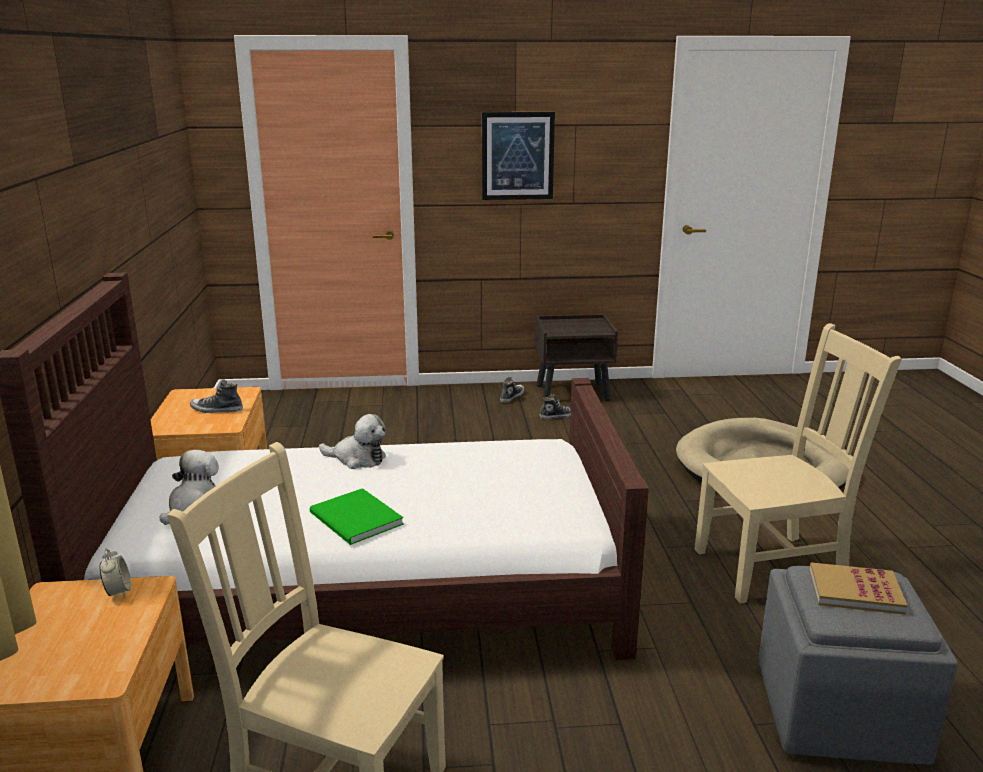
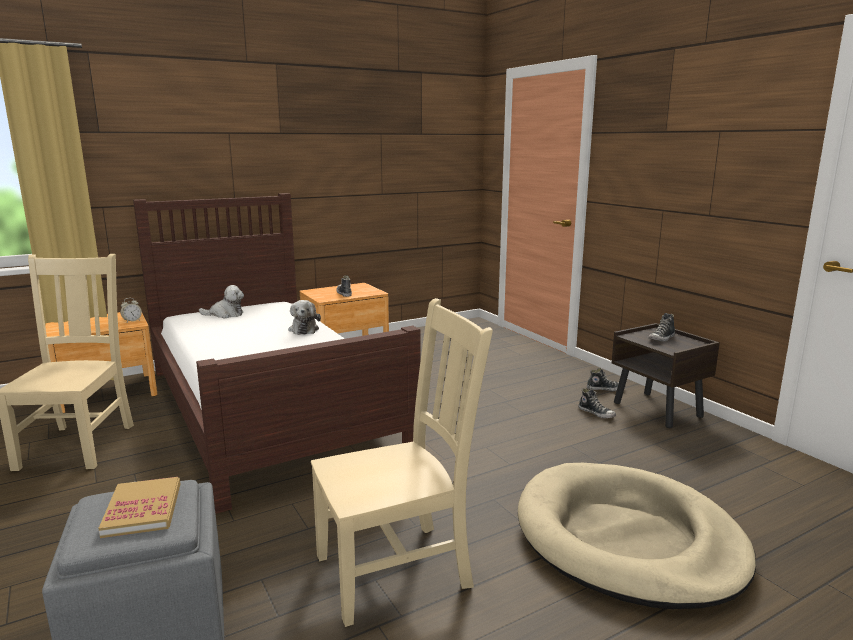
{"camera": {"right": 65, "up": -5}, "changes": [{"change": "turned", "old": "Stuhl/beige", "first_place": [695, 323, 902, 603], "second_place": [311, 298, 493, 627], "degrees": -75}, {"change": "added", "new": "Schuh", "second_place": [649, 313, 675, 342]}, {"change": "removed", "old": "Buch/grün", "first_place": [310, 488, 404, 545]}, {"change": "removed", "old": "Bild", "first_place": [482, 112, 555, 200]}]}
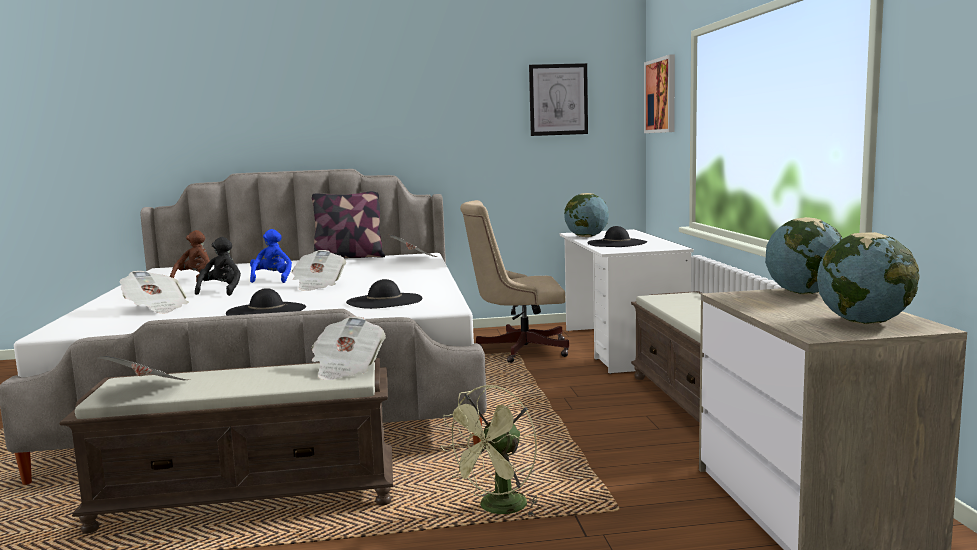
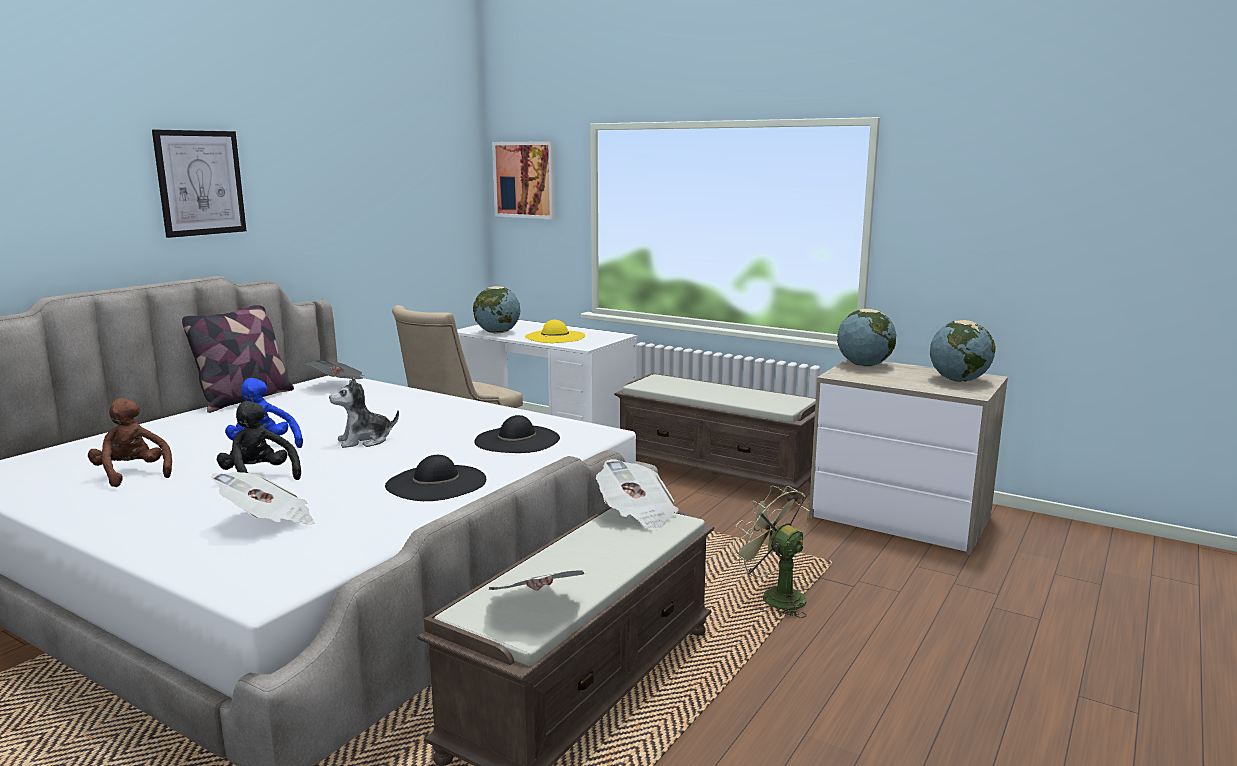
{"camera": {"right": -50, "up": 5}, "changes": [{"change": "moved", "old": "Bild", "first_place": [529, 63, 588, 136], "second_place": [152, 129, 246, 238]}, {"change": "replaced", "old": "Zeitung", "new": "Plüschtier", "first_place": [292, 250, 346, 291], "second_place": [329, 377, 399, 448]}, {"change": "recoloured", "old": "Hut/schwarz", "new": "Hut/gelb", "first_place": [587, 226, 647, 247], "second_place": [525, 320, 585, 343]}, {"change": "turned", "old": "Ventilator/grün", "first_place": [440, 385, 541, 517], "second_place": [731, 486, 810, 618], "degrees": 150}]}
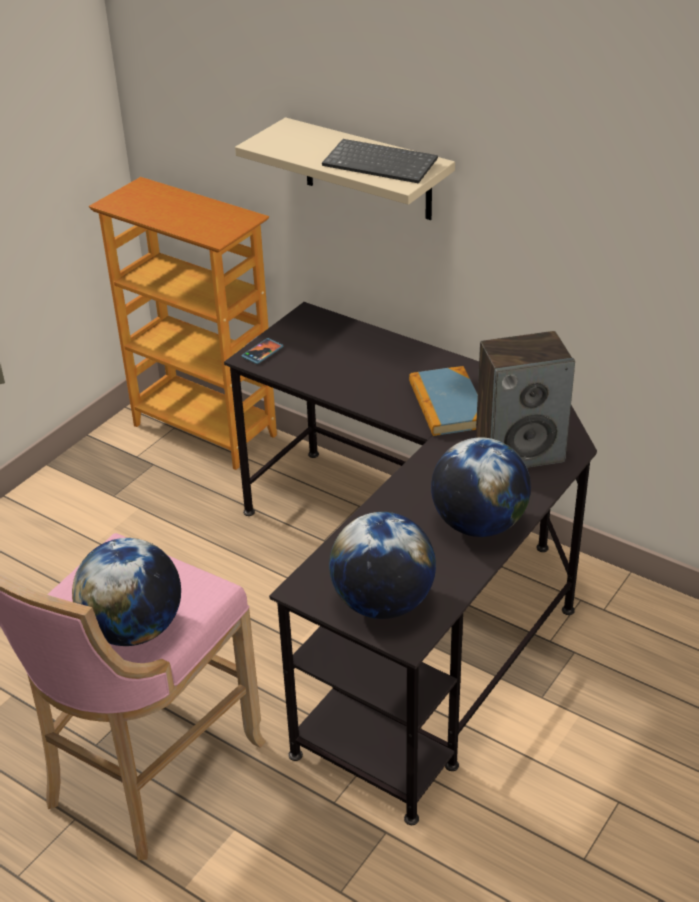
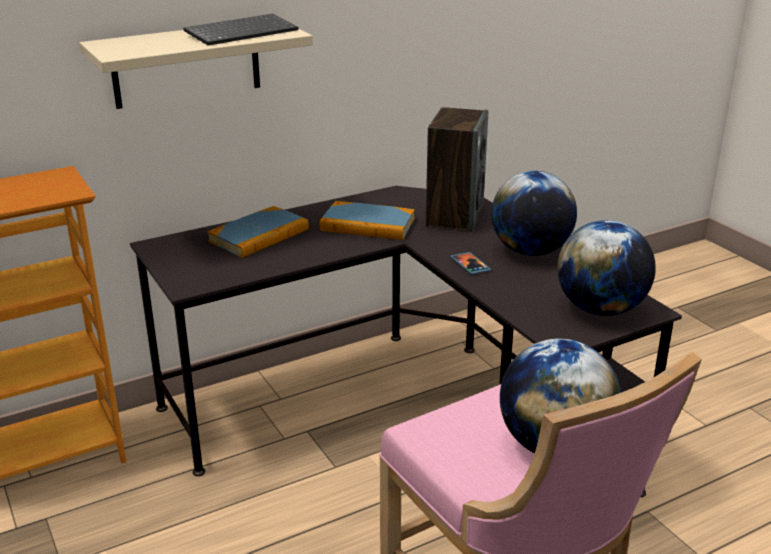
{"camera": {"right": -65, "up": -10}, "changes": [{"change": "added", "new": "Buch", "second_place": [207, 206, 309, 258]}, {"change": "moved", "old": "Handy", "first_place": [241, 338, 283, 364], "second_place": [451, 252, 491, 274]}]}
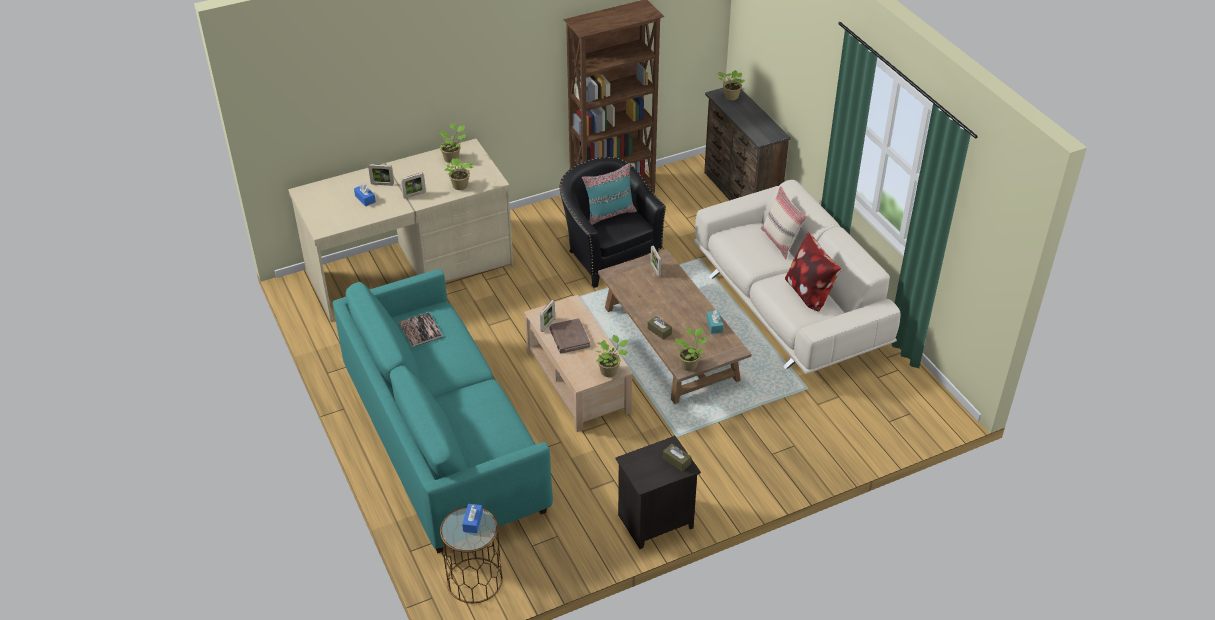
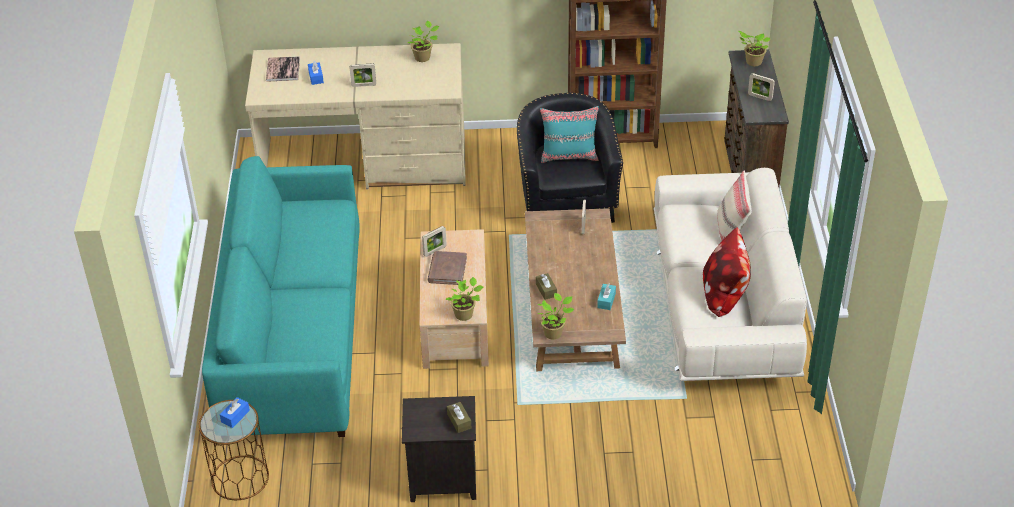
{"camera": {"right": 25, "up": 0}, "changes": [{"change": "moved", "old": "Buch", "first_place": [399, 312, 443, 347], "second_place": [266, 56, 300, 82]}, {"change": "moved", "old": "Bilderrahmen", "first_place": [368, 164, 394, 186], "second_place": [748, 73, 775, 101]}, {"change": "removed", "old": "Topfpflanze", "first_place": [444, 158, 474, 190]}]}
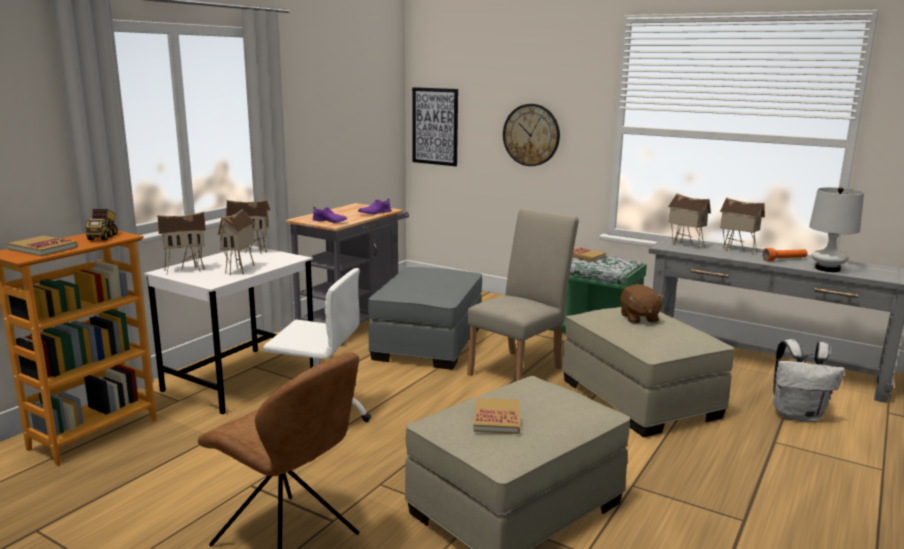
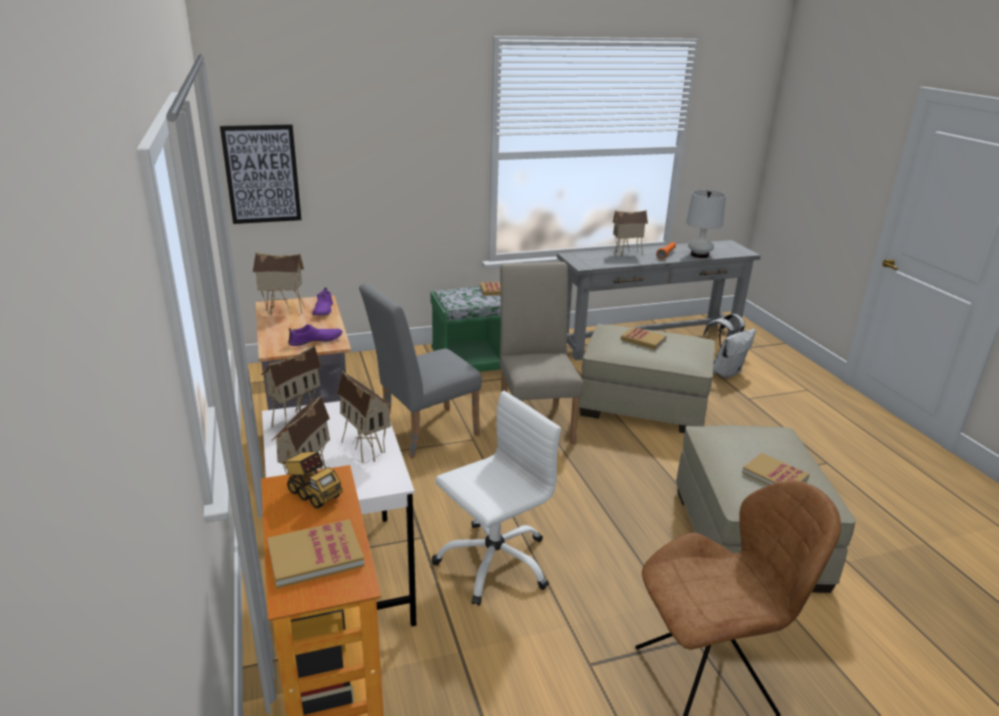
{"camera": {"right": -50, "up": 10}, "changes": [{"change": "moved", "old": "Spielzeughaus", "first_place": [668, 193, 711, 250], "second_place": [253, 252, 305, 315]}, {"change": "replaced", "old": "Polsterhocker/grau", "new": "Stuhl/grau", "first_place": [368, 267, 482, 370], "second_place": [359, 283, 482, 459]}, {"change": "replaced", "old": "Plüschtier/braun", "new": "Buch", "first_place": [620, 284, 665, 323], "second_place": [621, 327, 667, 350]}, {"change": "removed", "old": "Wanduhr", "first_place": [503, 104, 560, 166]}]}
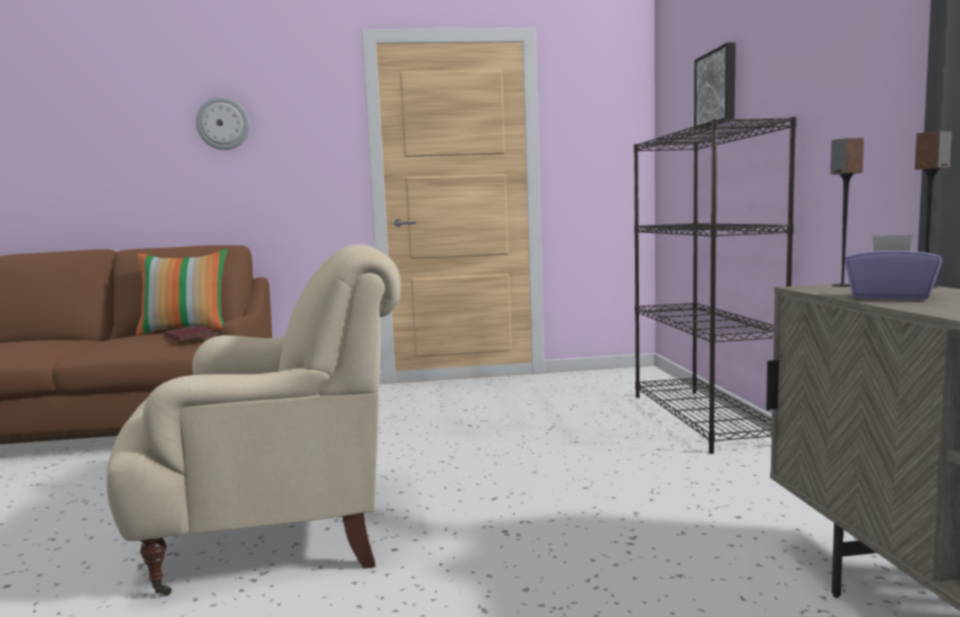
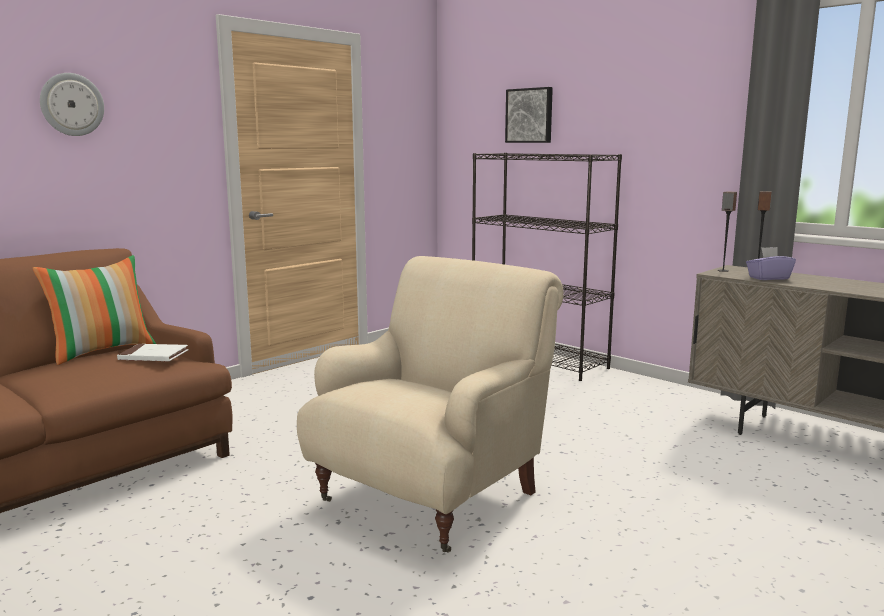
{"camera": {"right": -40, "up": 5}, "changes": [{"change": "recoloured", "old": "Buch/rot", "new": "Buch/weiß", "first_place": [164, 326, 215, 341], "second_place": [117, 344, 189, 362]}]}
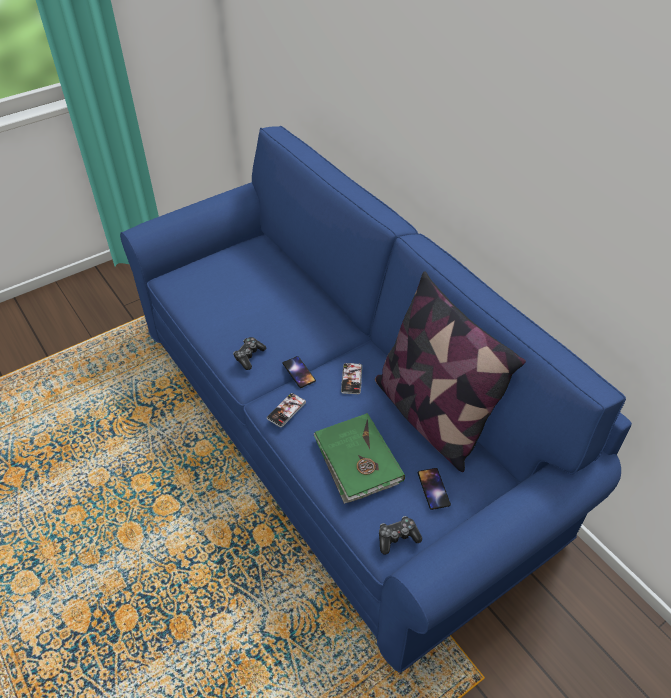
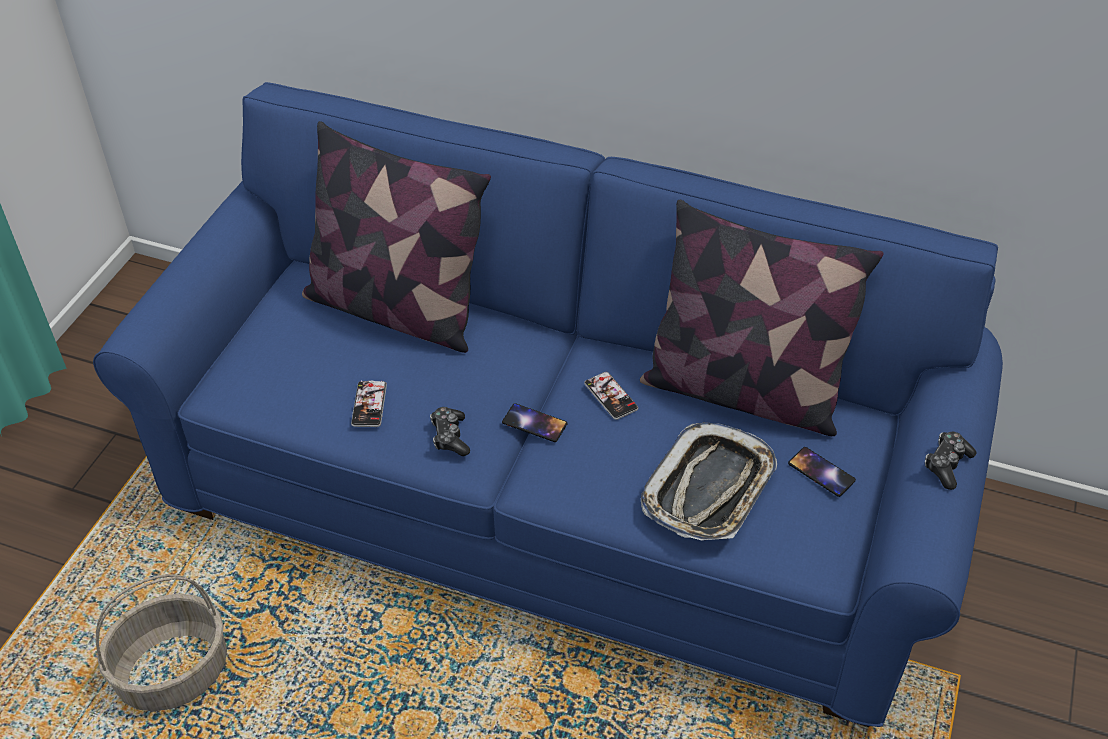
{"camera": {"right": -35, "up": 0}, "changes": [{"change": "added", "new": "Korb", "second_place": [96, 574, 227, 711]}, {"change": "added", "new": "Kissen", "second_place": [302, 121, 491, 353]}, {"change": "moved", "old": "Handy", "first_place": [267, 393, 306, 427], "second_place": [351, 381, 387, 427]}, {"change": "replaced", "old": "Buch/grün", "new": "Tablett", "first_place": [314, 413, 405, 504], "second_place": [641, 422, 777, 540]}, {"change": "moved", "old": "Gamepad", "first_place": [379, 516, 422, 555], "second_place": [925, 432, 977, 490]}]}
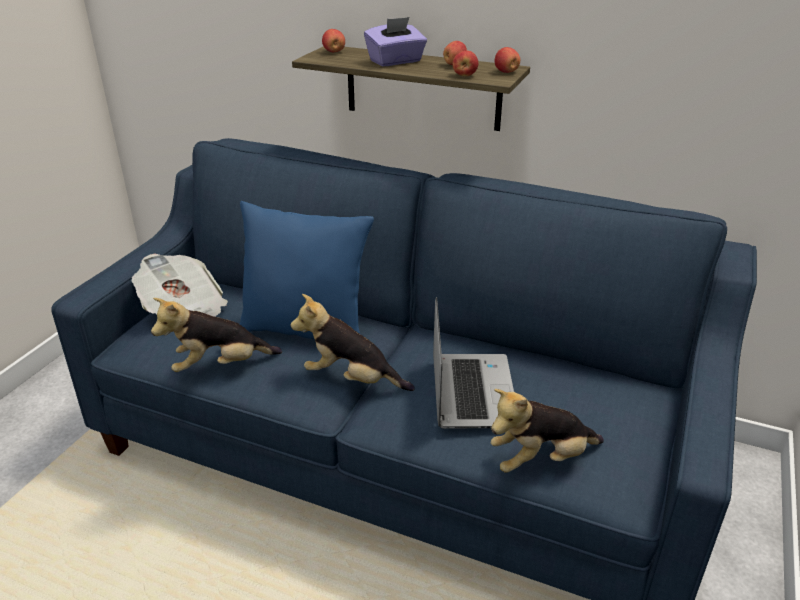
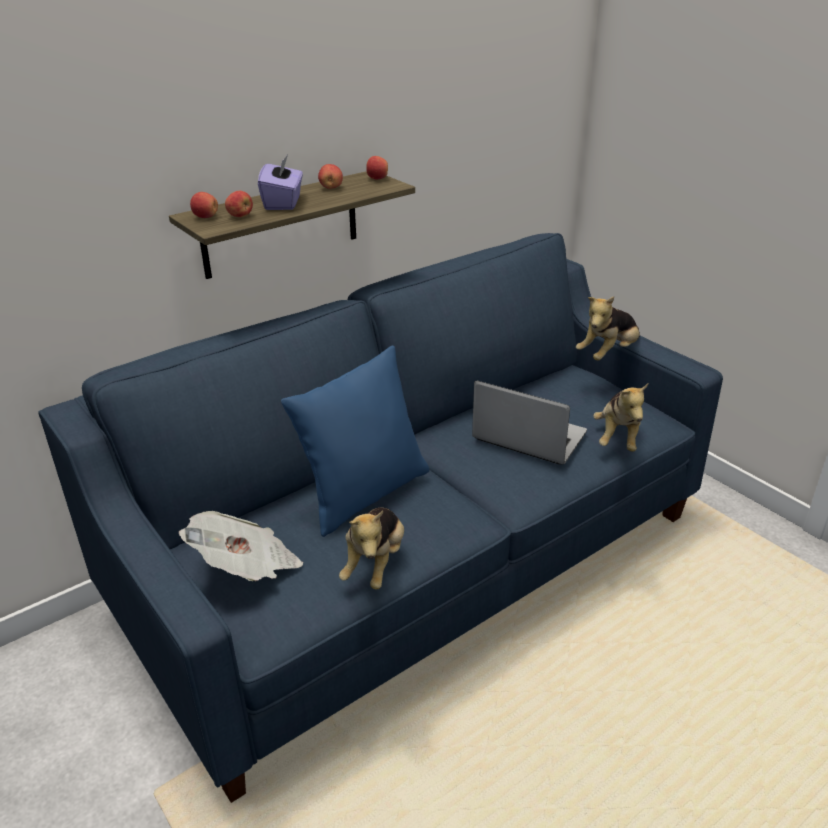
{"camera": {"right": -60, "up": 0}, "changes": [{"change": "moved", "old": "Apfel", "first_place": [453, 51, 478, 76], "second_place": [225, 191, 253, 217]}, {"change": "moved", "old": "Plüschtier", "first_place": [291, 294, 415, 391], "second_place": [576, 296, 640, 360]}]}
